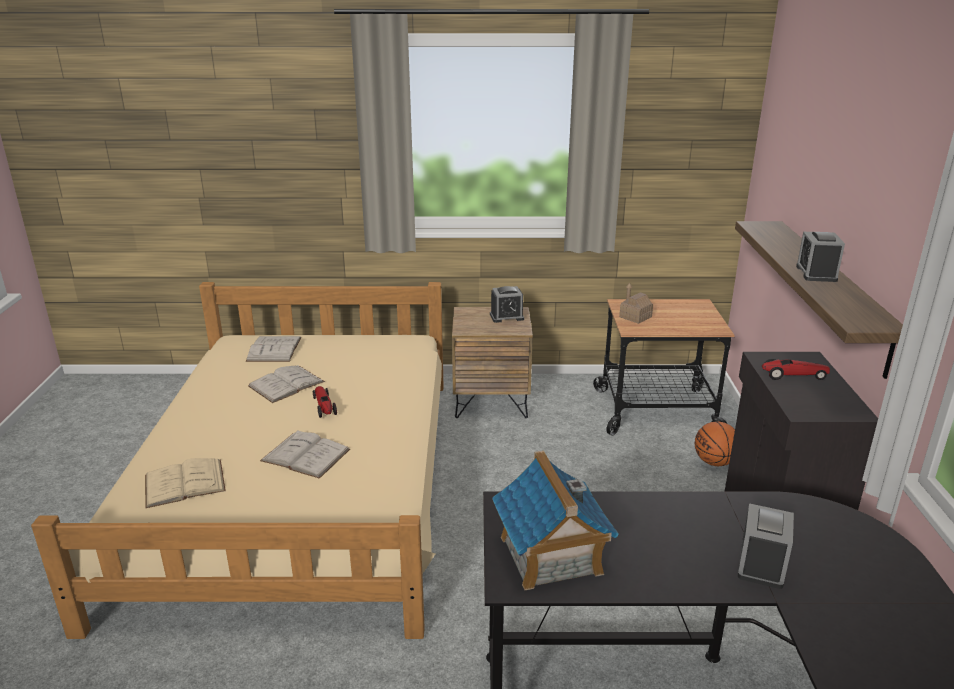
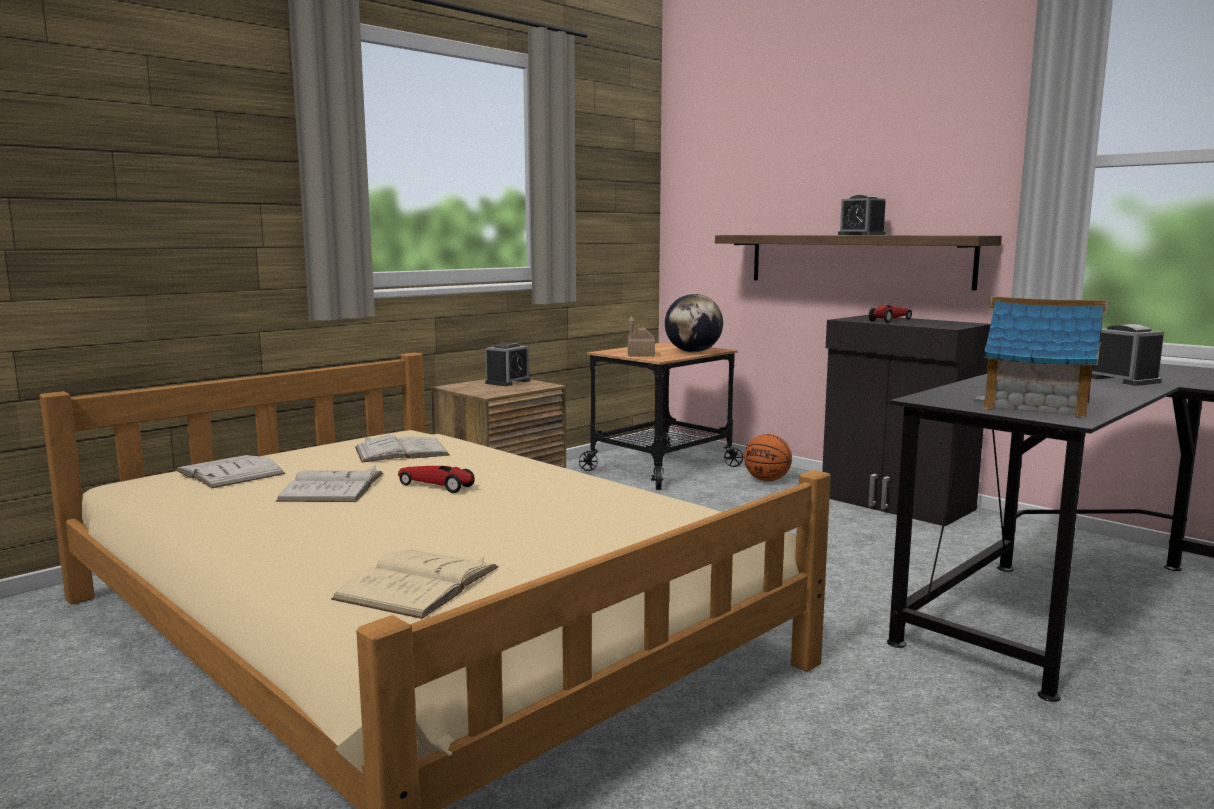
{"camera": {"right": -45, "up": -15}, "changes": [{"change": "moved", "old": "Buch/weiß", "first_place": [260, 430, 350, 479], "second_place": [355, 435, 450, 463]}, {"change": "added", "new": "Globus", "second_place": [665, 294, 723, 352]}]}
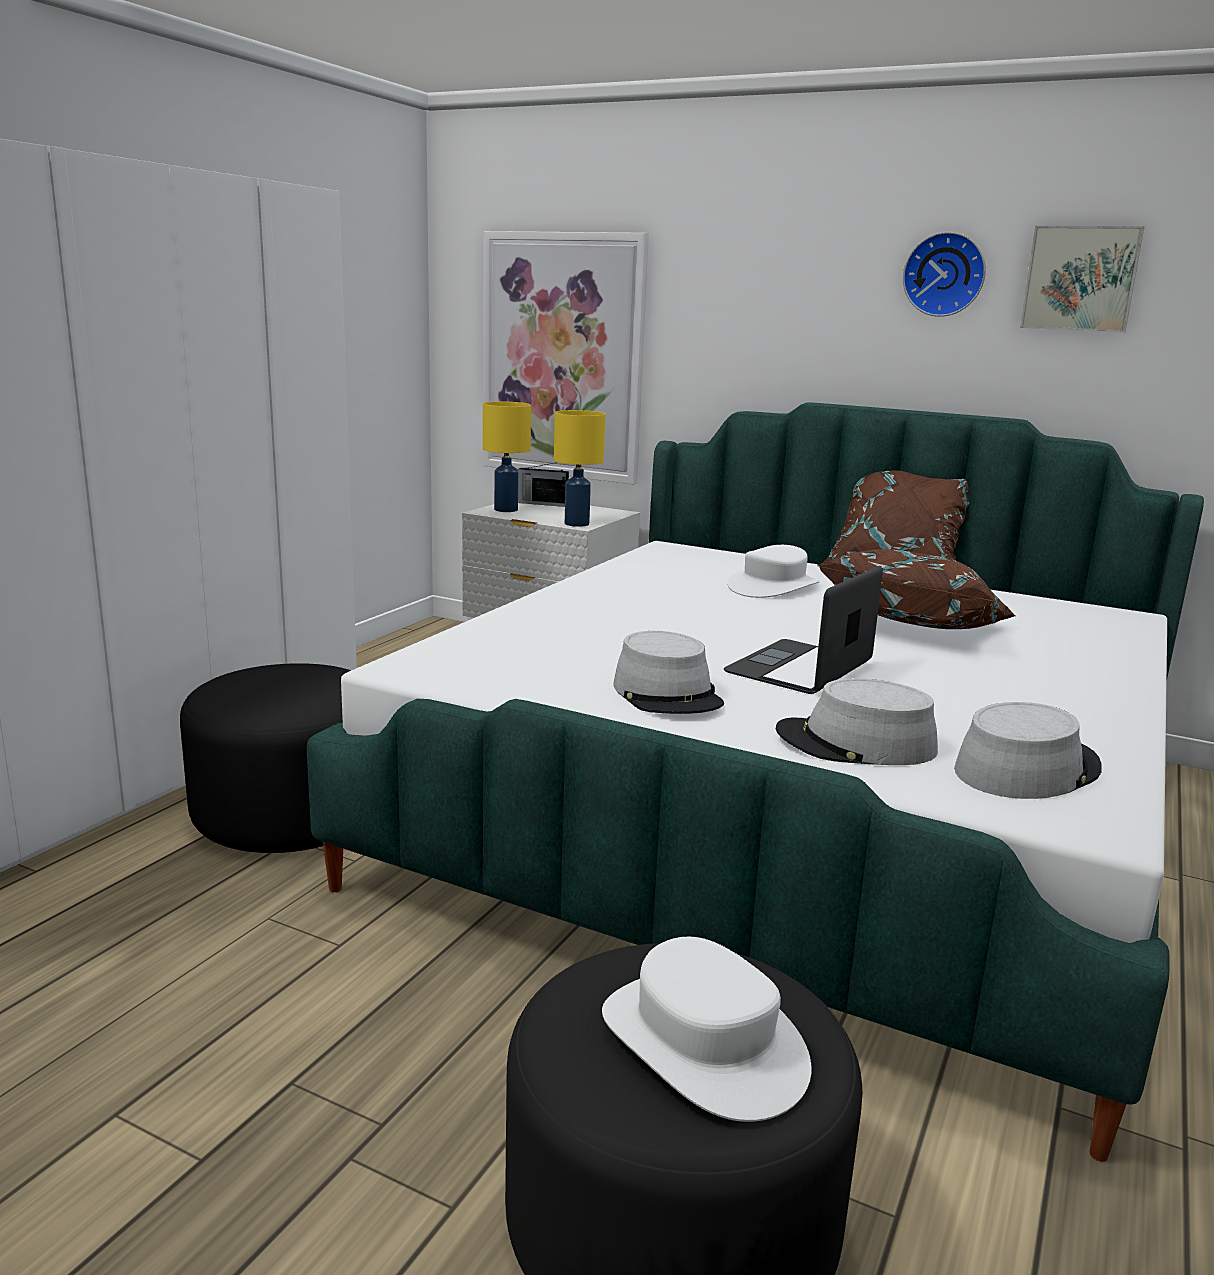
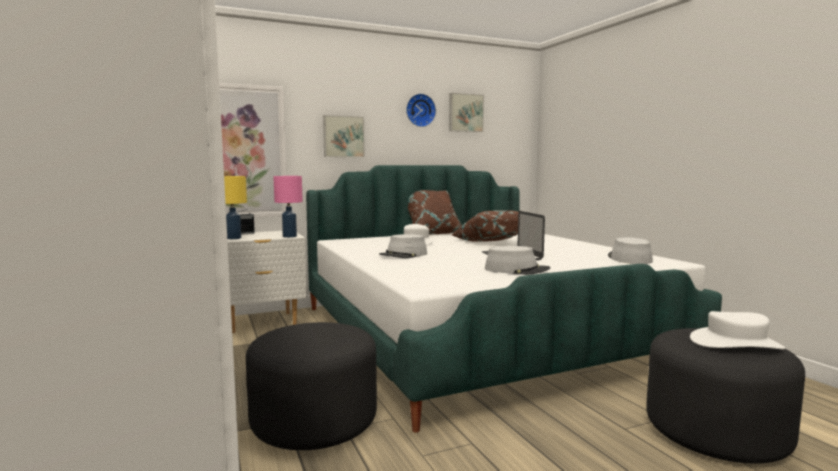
{"camera": {"right": -50, "up": -10}, "changes": [{"change": "recoloured", "old": "Tischlampe/gelb", "new": "Tischlampe/rosa", "first_place": [554, 410, 606, 527], "second_place": [273, 176, 303, 238]}, {"change": "added", "new": "Bild", "second_place": [323, 115, 365, 157]}, {"change": "moved", "old": "Hut/grau", "first_place": [776, 678, 938, 765], "second_place": [379, 234, 427, 258]}]}
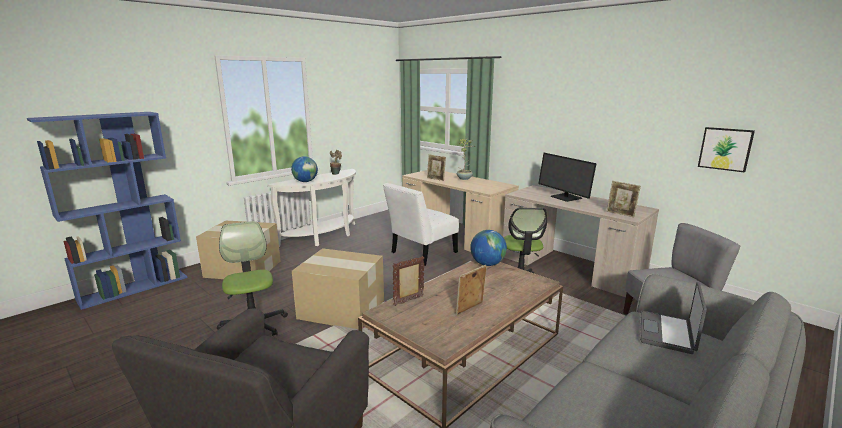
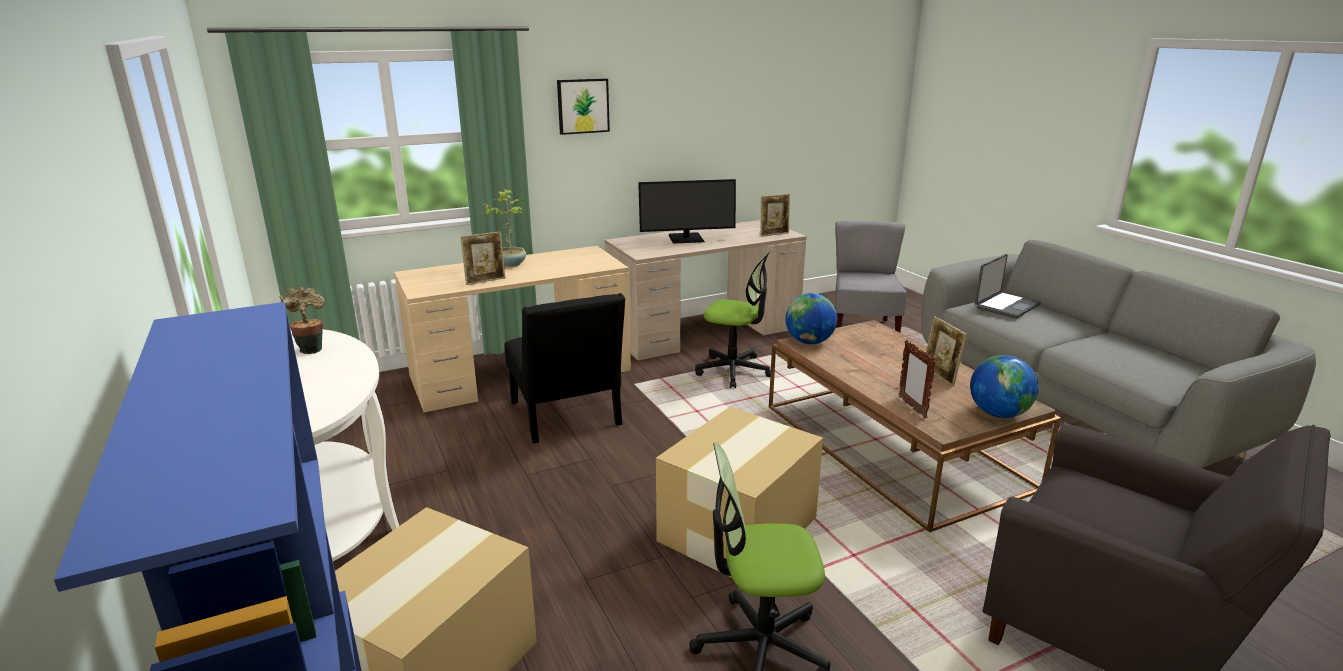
{"camera": {"right": -70, "up": 5}, "changes": [{"change": "recoloured", "old": "Stuhl/weiß", "new": "Stuhl/schwarz", "first_place": [383, 183, 459, 266], "second_place": [504, 293, 626, 444]}, {"change": "moved", "old": "Bild", "first_place": [698, 127, 755, 173], "second_place": [557, 78, 610, 135]}, {"change": "moved", "old": "Globus", "first_place": [291, 156, 318, 182], "second_place": [970, 355, 1038, 418]}, {"change": "turned", "old": "Laptop", "first_place": [640, 282, 707, 354], "second_place": [975, 254, 1041, 319], "degrees": -90}]}
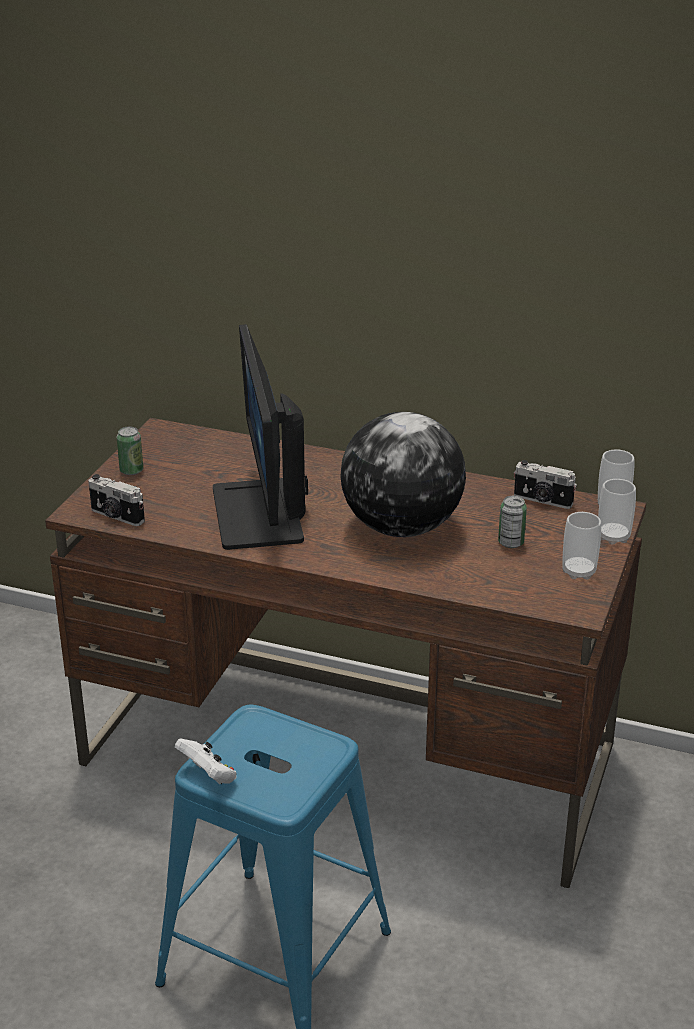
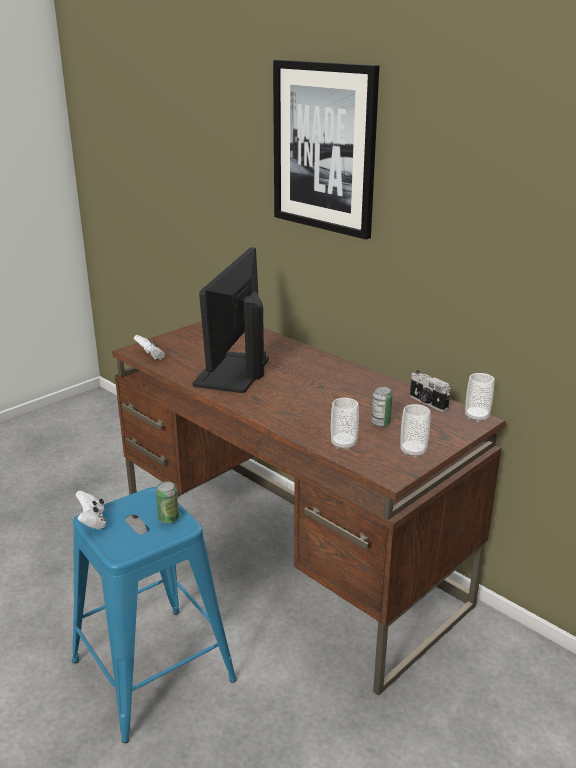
{"camera": {"right": 25, "up": -5}, "changes": [{"change": "replaced", "old": "Kamera", "new": "Gamepad/weiß", "first_place": [88, 474, 145, 526], "second_place": [134, 335, 165, 360]}, {"change": "moved", "old": "Dose", "first_place": [117, 427, 143, 475], "second_place": [156, 482, 179, 524]}, {"change": "added", "new": "Bild", "second_place": [273, 60, 379, 239]}, {"change": "moved", "old": "Tasse", "first_place": [598, 479, 636, 545], "second_place": [331, 398, 359, 450]}, {"change": "removed", "old": "Globus", "first_place": [340, 412, 466, 537]}]}
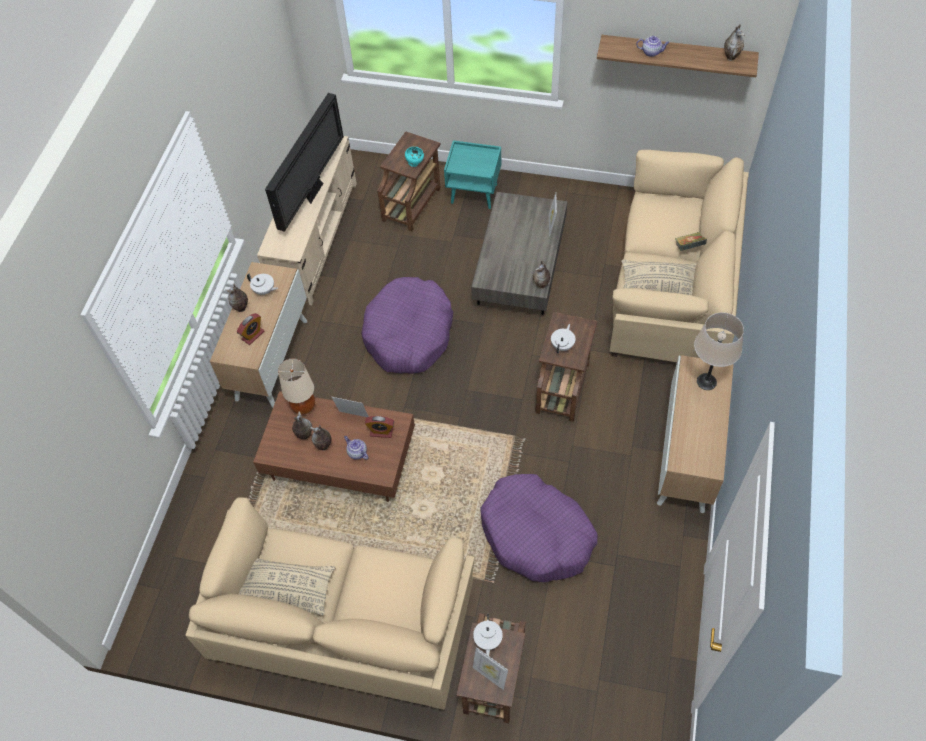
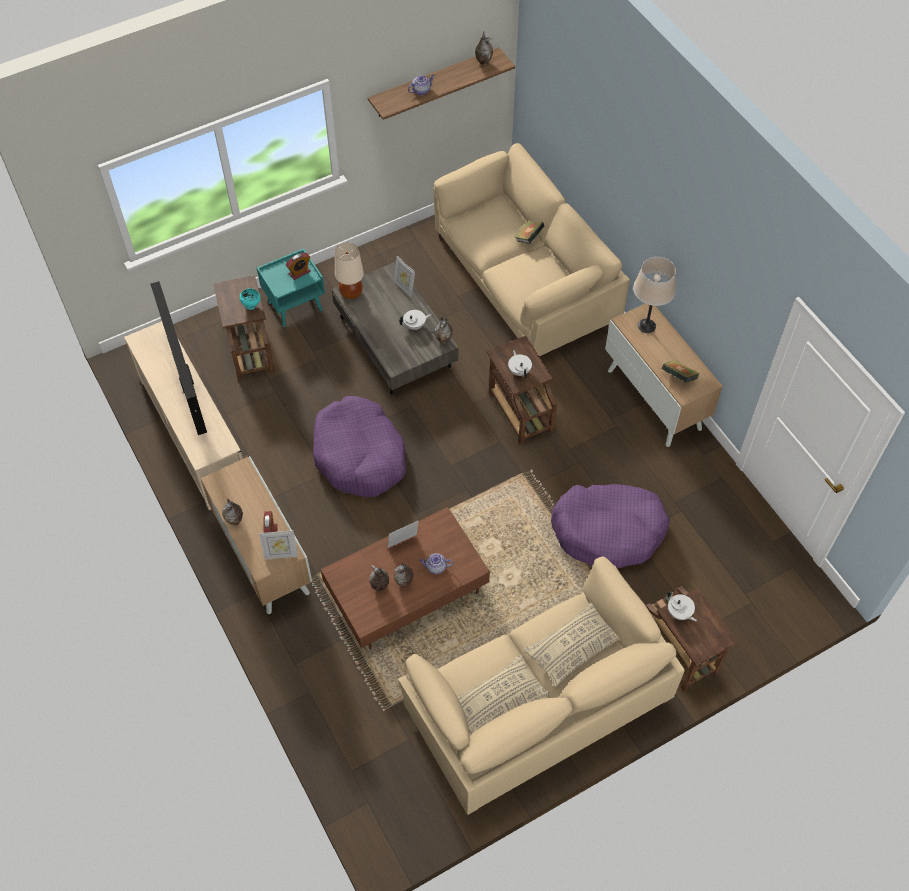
{"camera": {"right": -45, "up": 0}, "changes": [{"change": "moved", "old": "Bilderrahmen", "first_place": [473, 647, 508, 690], "second_place": [259, 530, 298, 560]}, {"change": "moved", "old": "Wecker", "first_place": [365, 416, 394, 438], "second_place": [286, 253, 311, 280]}, {"change": "moved", "old": "Tischlampe/beige", "first_place": [278, 359, 315, 415], "second_place": [335, 243, 364, 299]}, {"change": "moved", "old": "Teekanne/weiß", "first_place": [247, 273, 278, 295], "second_place": [399, 310, 432, 330]}, {"change": "moved", "old": "Kissen/beige", "first_place": [621, 259, 697, 295], "second_place": [523, 602, 620, 687]}, {"change": "added", "new": "Buch", "second_place": [662, 360, 700, 383]}]}
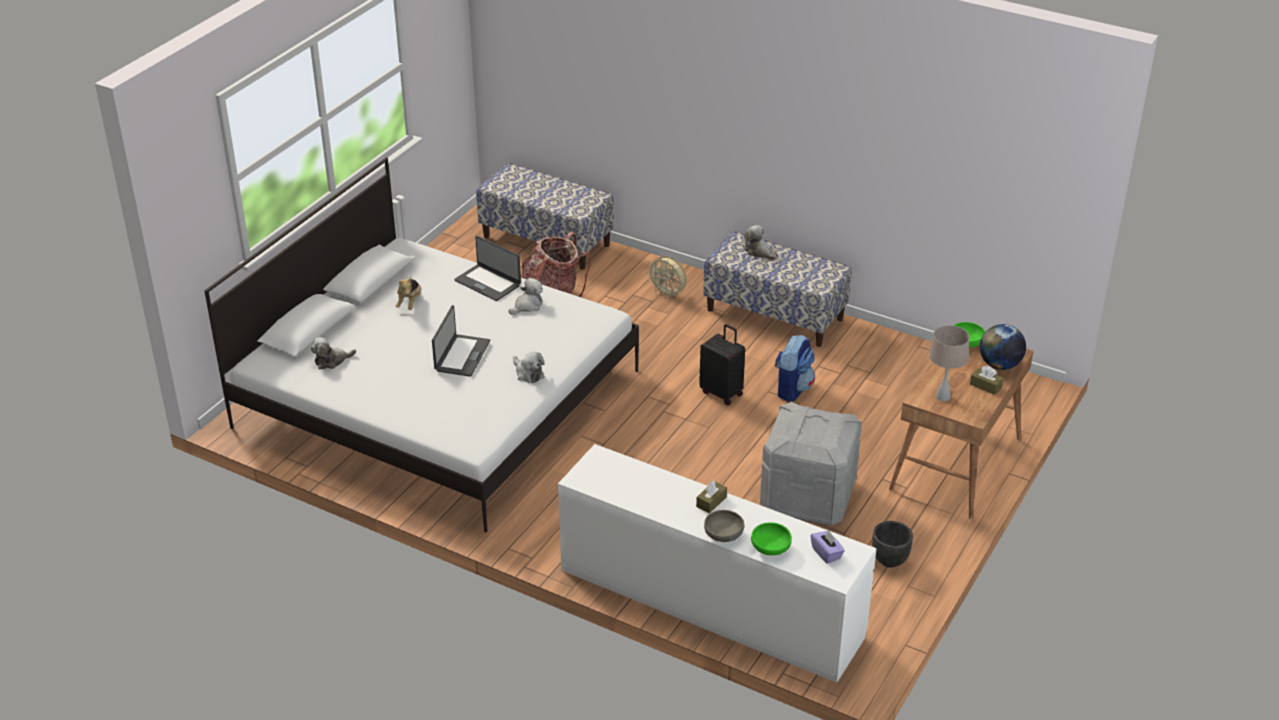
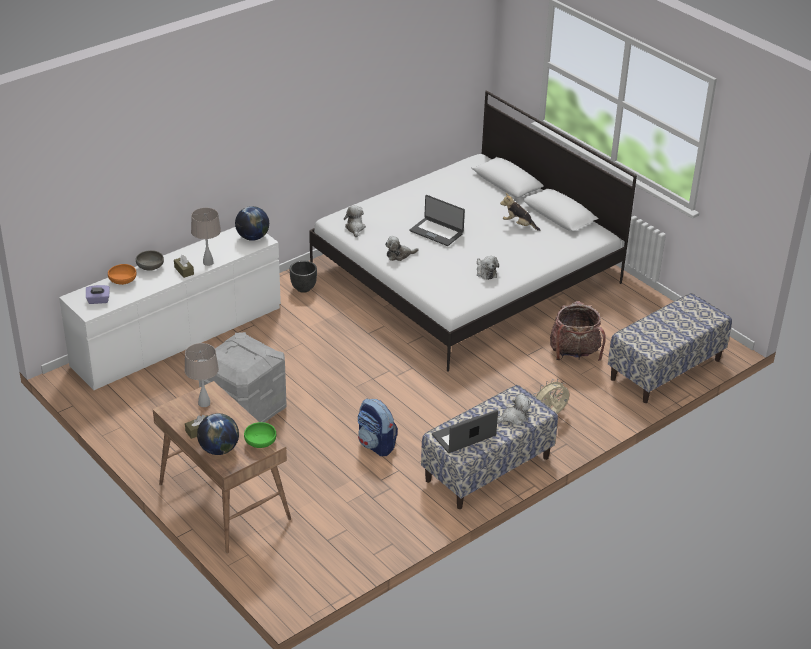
{"camera": {"right": 110, "up": 0}, "changes": [{"change": "recoloured", "old": "Schüssel/grün", "new": "Schüssel/orange", "first_place": [751, 522, 792, 556], "second_place": [108, 264, 137, 285]}, {"change": "added", "new": "Tischlampe/beige", "second_place": [191, 208, 221, 266]}, {"change": "added", "new": "Globus", "second_place": [235, 206, 269, 241]}, {"change": "moved", "old": "Pflanzkübel/schwarz", "first_place": [872, 521, 913, 568], "second_place": [290, 260, 317, 293]}, {"change": "moved", "old": "Plüschtier", "first_place": [311, 337, 356, 369], "second_place": [344, 206, 366, 237]}, {"change": "moved", "old": "Laptop", "first_place": [454, 236, 521, 301], "second_place": [432, 410, 498, 453]}, {"change": "removed", "old": "Koffer/schwarz", "first_place": [699, 324, 745, 405]}]}
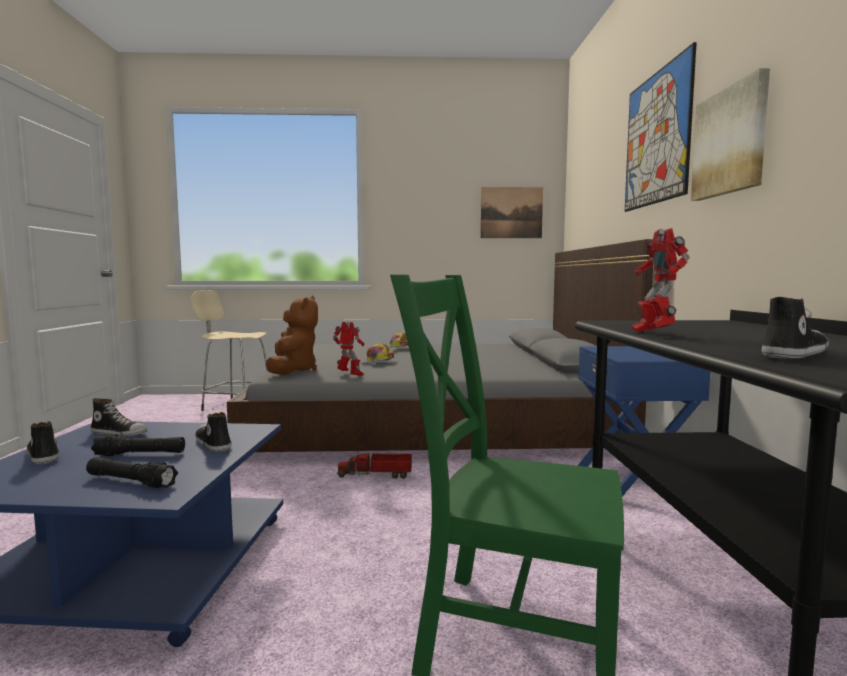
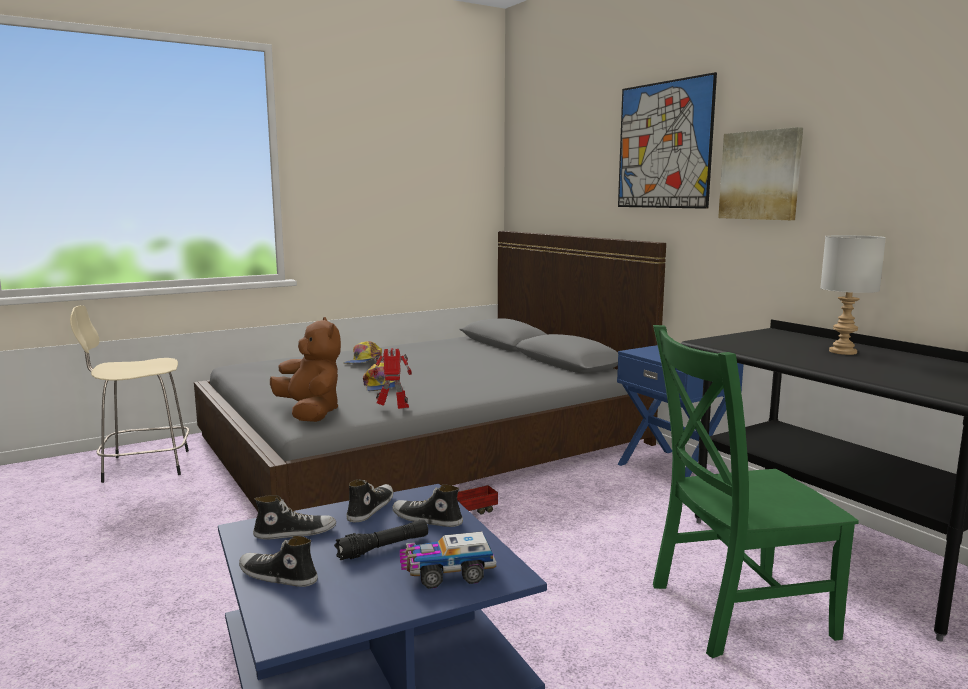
{"camera": {"right": -30, "up": 5}, "changes": [{"change": "moved", "old": "Schuh", "first_place": [762, 297, 829, 359], "second_place": [346, 479, 393, 522]}, {"change": "replaced", "old": "Taschenlampe/schwarz", "new": "Spielzeuglaster", "first_place": [86, 457, 178, 488], "second_place": [400, 532, 496, 589]}, {"change": "added", "new": "Tischlampe/grau", "second_place": [820, 235, 886, 355]}, {"change": "removed", "old": "Bild", "first_place": [480, 187, 543, 238]}, {"change": "removed", "old": "Spielzeugroboter", "first_place": [632, 228, 690, 333]}]}
